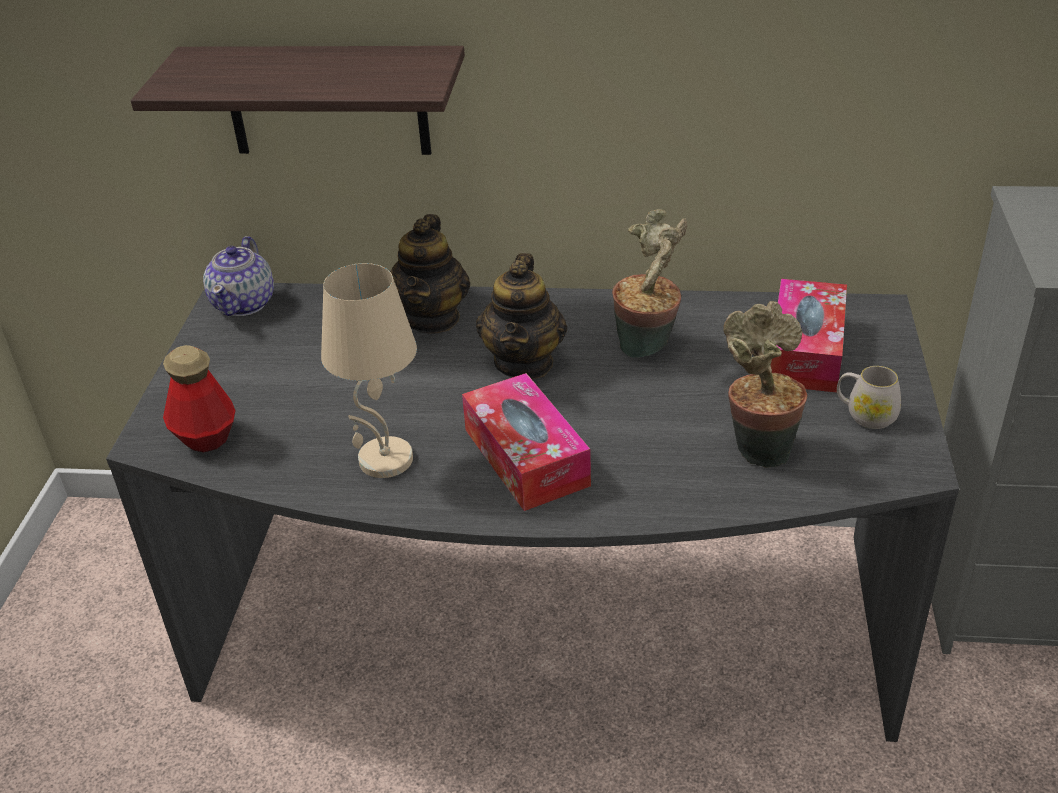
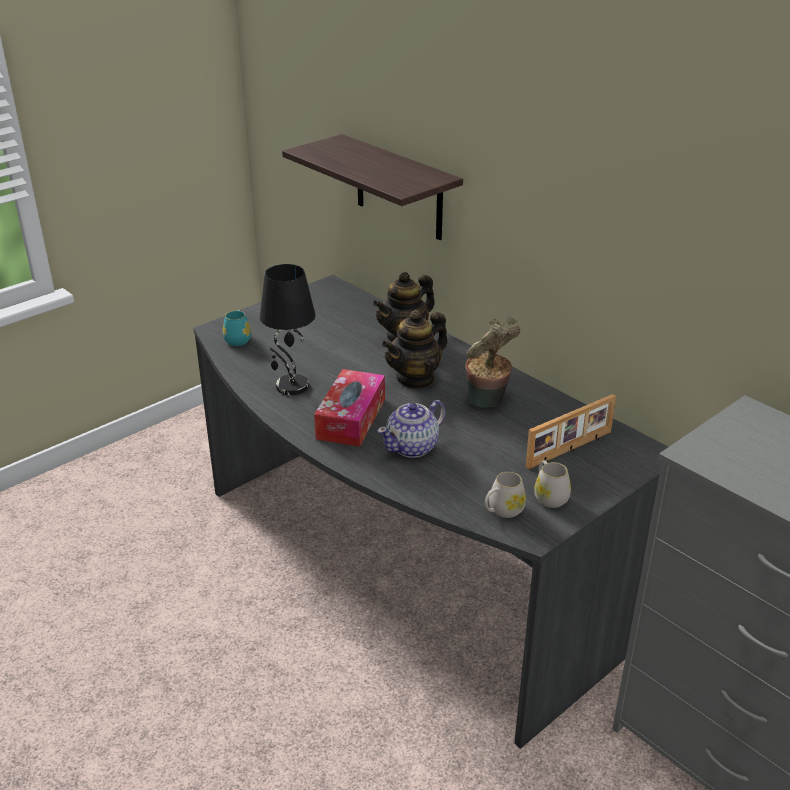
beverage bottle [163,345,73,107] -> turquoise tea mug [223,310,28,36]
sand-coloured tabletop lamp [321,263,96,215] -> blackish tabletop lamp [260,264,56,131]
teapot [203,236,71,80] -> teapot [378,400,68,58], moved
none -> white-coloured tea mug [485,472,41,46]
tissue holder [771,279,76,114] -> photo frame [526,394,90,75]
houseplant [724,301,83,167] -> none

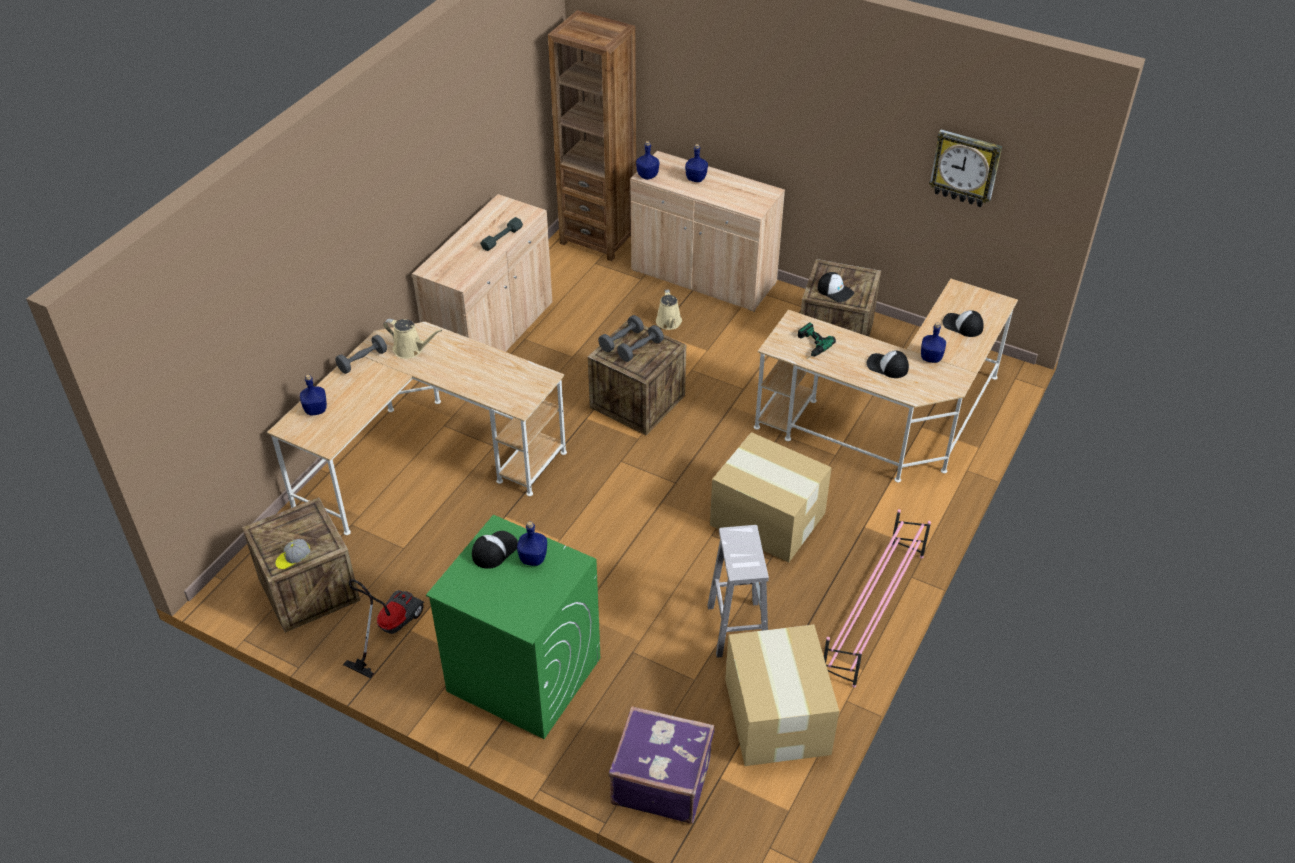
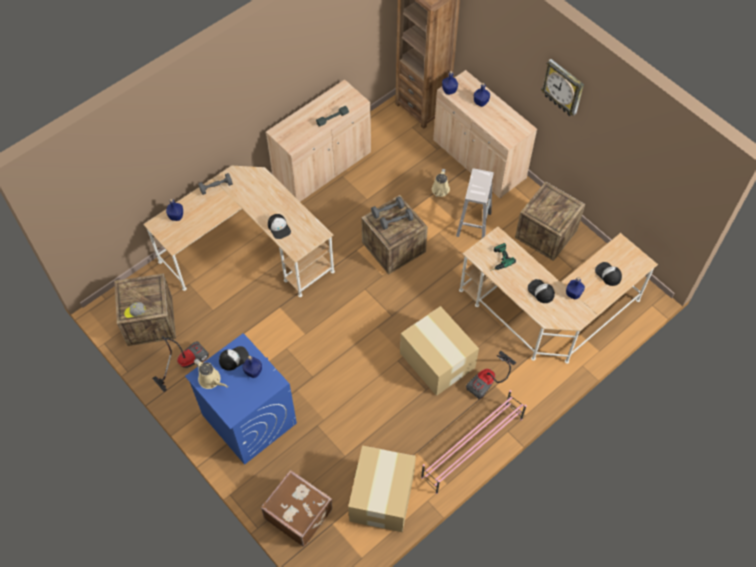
greenish laundry machine [426,515,175,224] -> blue-coloured laundry machine [185,333,112,132]
sand-coloured watering can [383,319,59,40] -> sand-coloured watering can [194,359,34,30], moved
purplish travel case [609,706,105,118] -> brownish travel case [261,470,72,77]
baseball cap [817,272,37,30] -> baseball cap [268,214,23,25], moved
white-coloured stool seat [708,525,61,133] -> white-coloured stool seat [456,168,38,70], moved
none -> vacuum cleaner [466,351,50,48]
wall clock [929,129,73,78] -> wall clock [541,59,43,57], moved

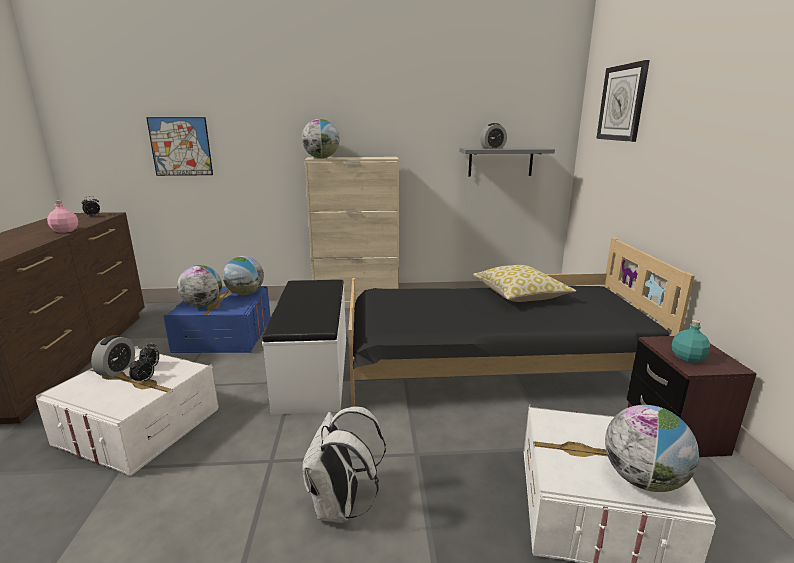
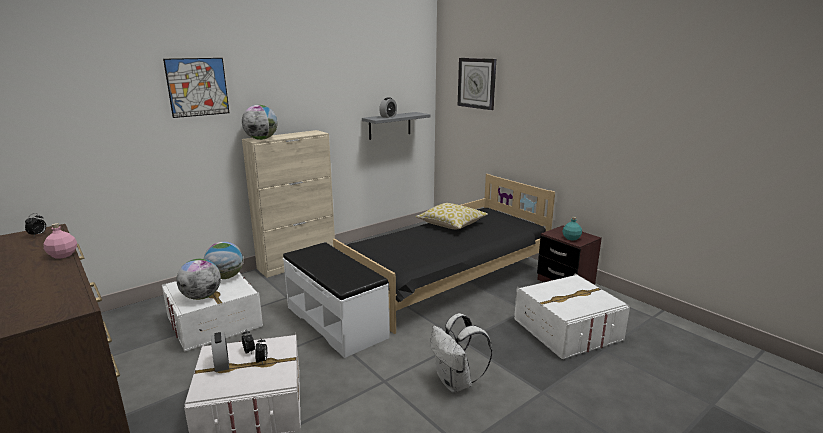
blue-coloured storage box [164,286,107,67] -> white-coloured storage box [162,272,101,79]
wall picture [146,117,67,59] -> wall picture [163,58,66,60], moved
world globe [605,405,94,87] -> none

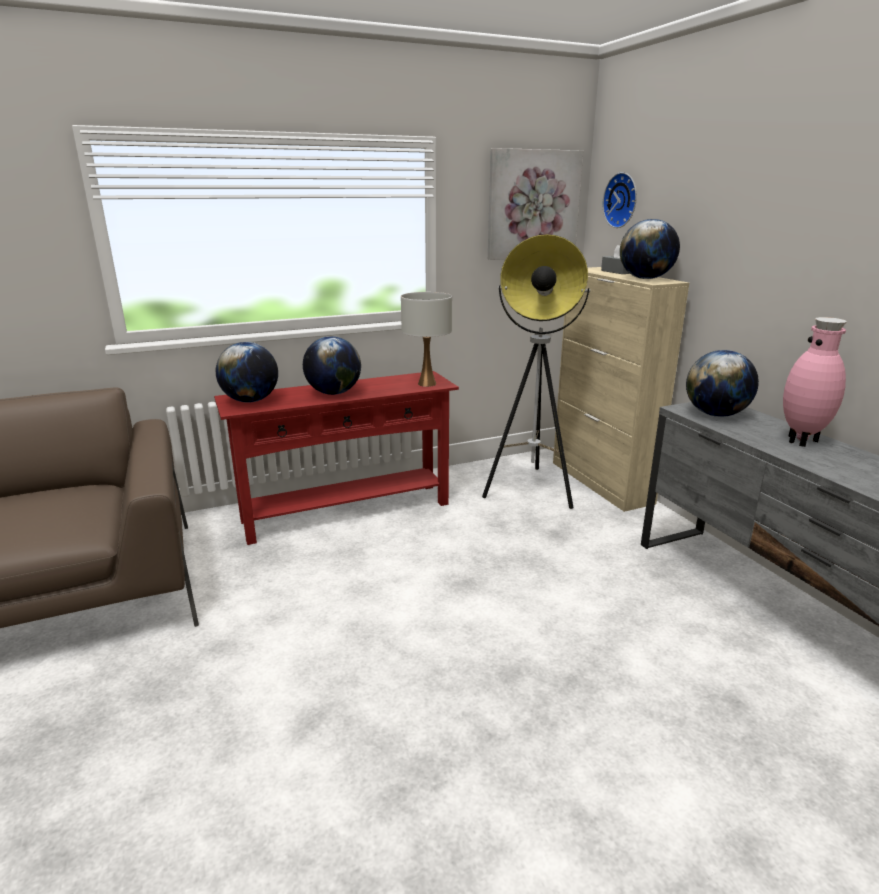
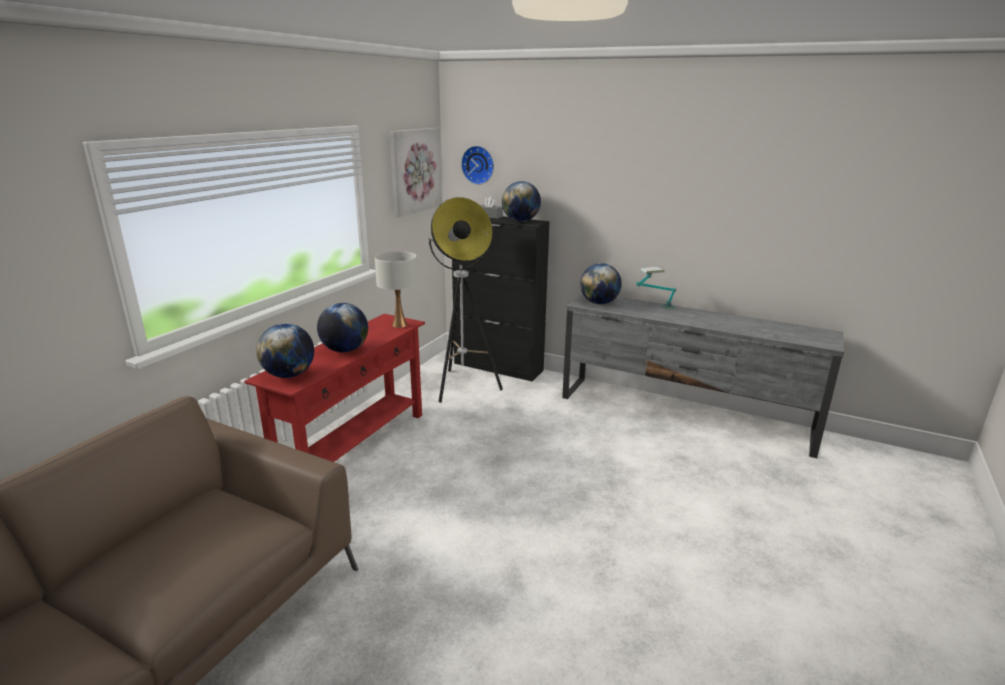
sand-coloured storage cabinet [553,267,136,245] -> blackish storage cabinet [452,216,98,165]
pink-coloured decorative vase [783,317,64,130] -> tabletop lamp [636,267,40,42]

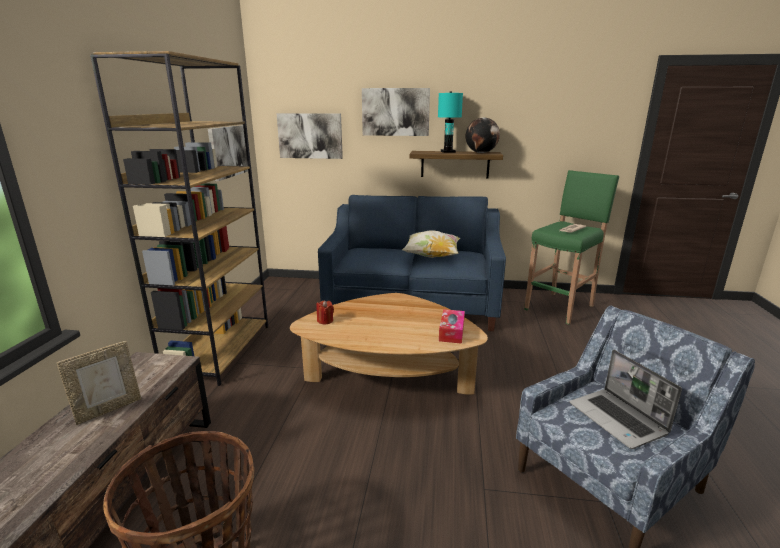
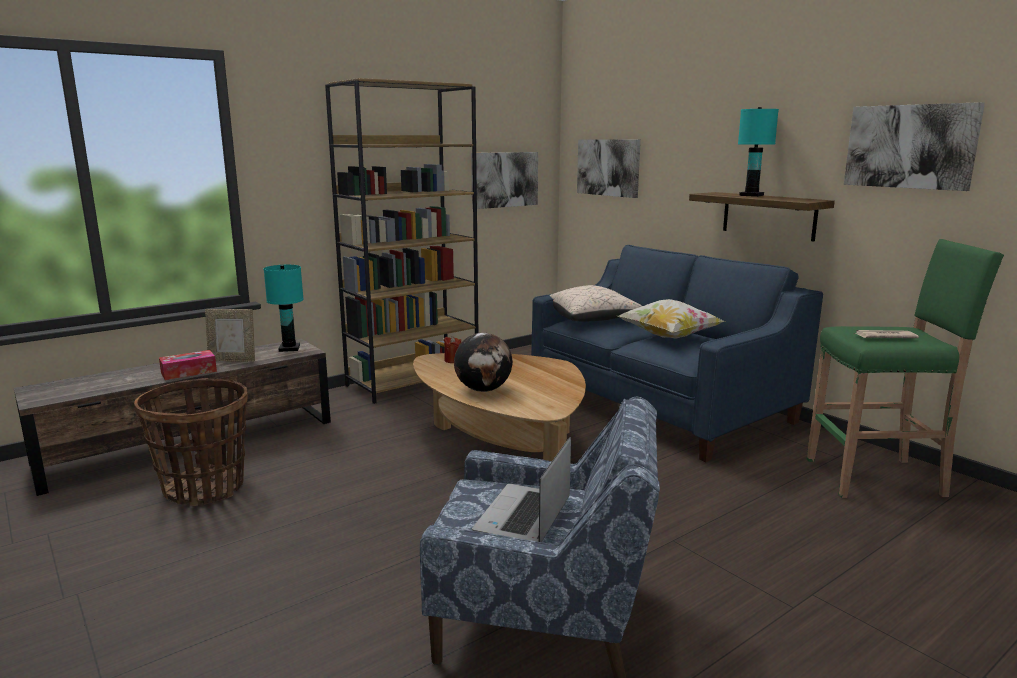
tissue holder [439,309,26,35] -> tissue holder [159,350,58,30], moved
none -> turquoise tabletop lamp [264,265,40,87]
world globe [466,117,34,36] -> world globe [454,333,59,59], moved
none -> sand-coloured cushion [549,285,93,37]
wall picture [362,88,68,48] -> wall picture [844,102,141,89], moved

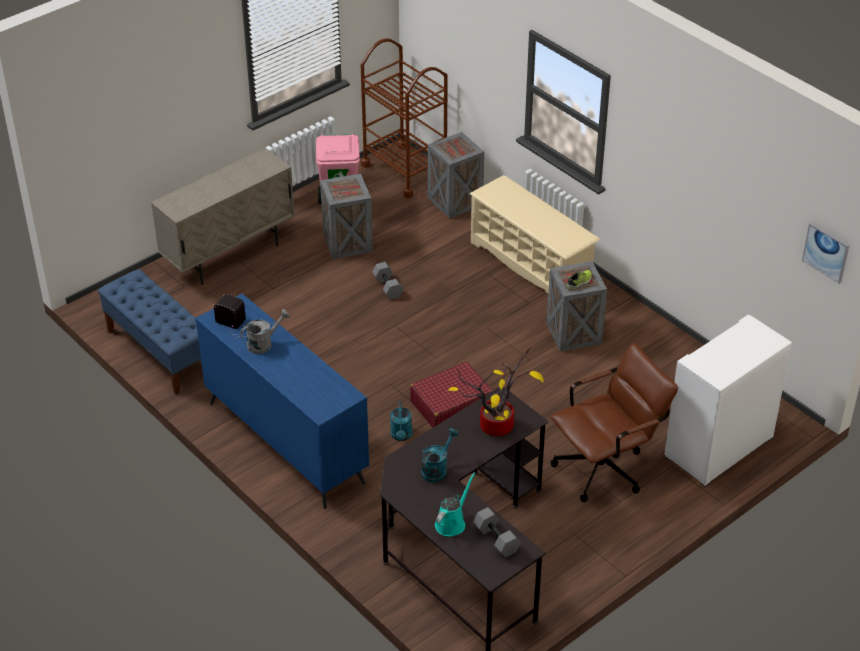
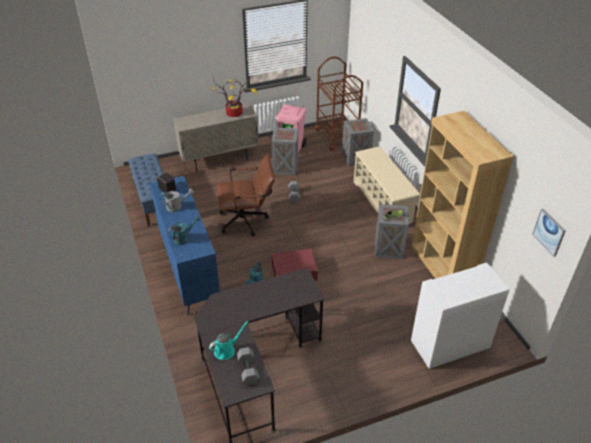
turquoise watering can [421,428,37,54] -> turquoise watering can [168,215,32,30], moved
houseplant [447,347,97,89] -> houseplant [212,76,45,41], moved
brownish desk chair [551,343,127,159] -> brownish desk chair [217,154,58,83], moved
none -> brownish shelving unit [411,111,103,168]

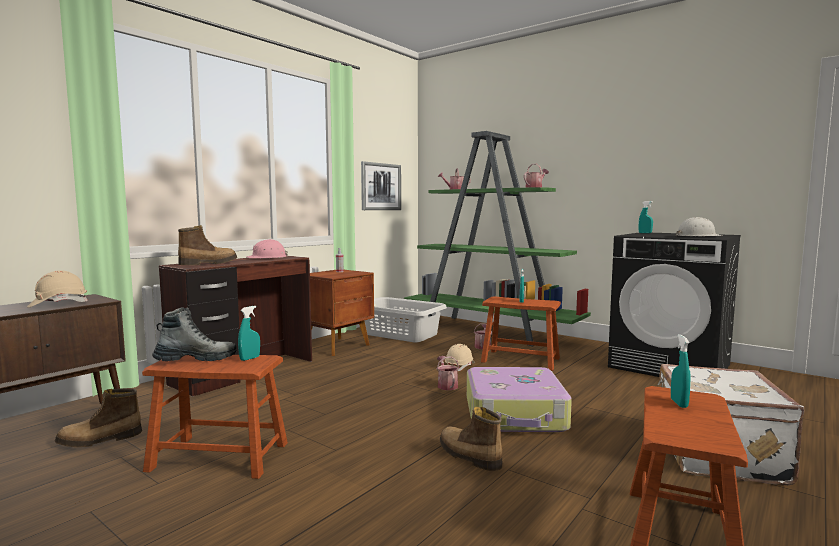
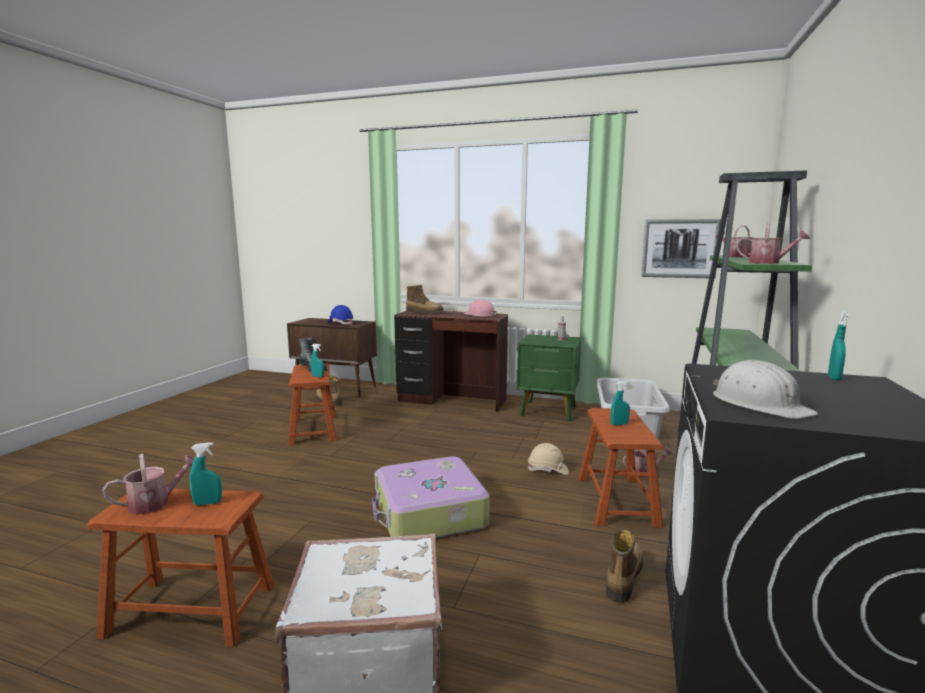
watering can [437,356,22,34] -> watering can [102,454,92,61], moved
sand-coloured hard hat [27,270,61,38] -> blue-coloured hard hat [328,305,26,20]
brownish nightstand [310,270,64,86] -> greenish nightstand [517,334,64,87]
boot [440,407,62,64] -> boot [606,530,37,73], moved

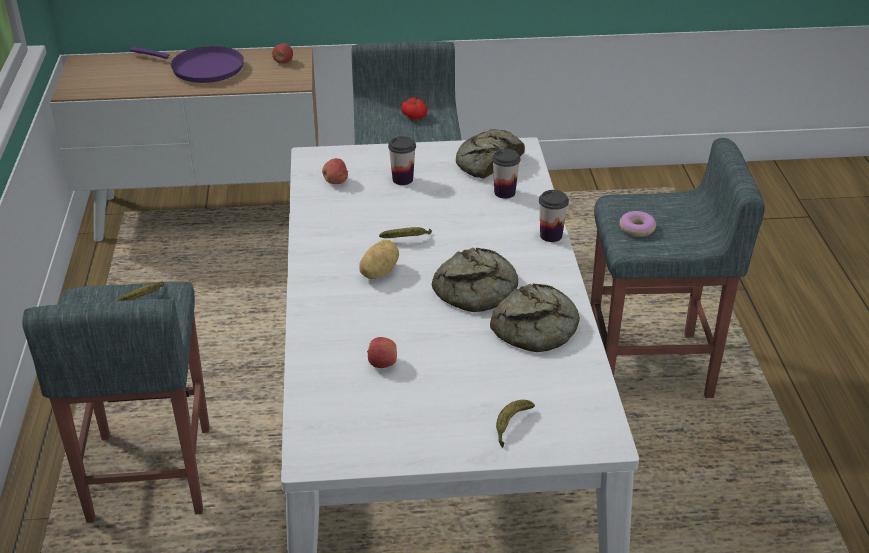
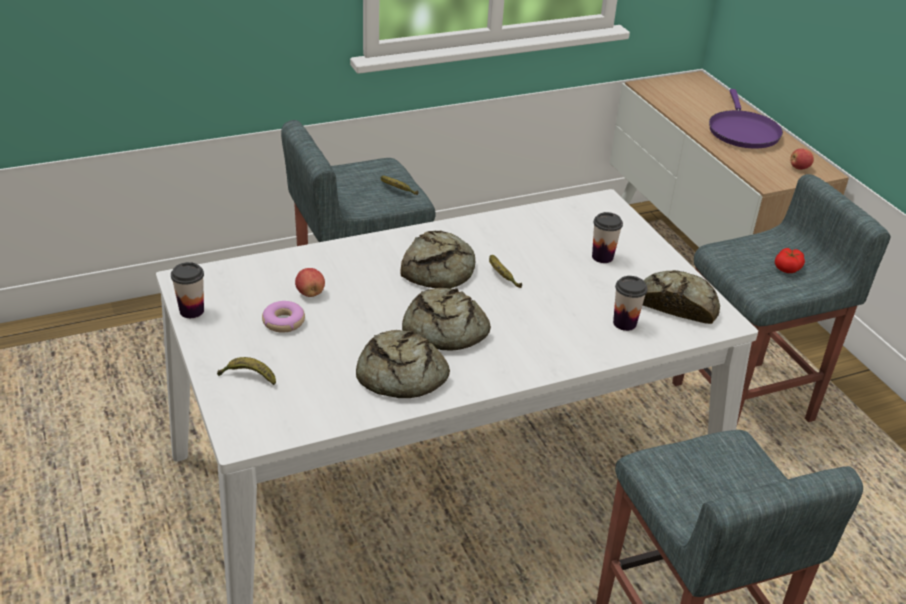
drinking cup [539,190,30,52] -> drinking cup [171,262,33,56], moved
ring doughnut [619,211,37,26] -> ring doughnut [262,301,43,32], moved
spud [359,240,40,39] -> baked bread [401,231,74,58]
whole apple [322,158,26,26] -> none

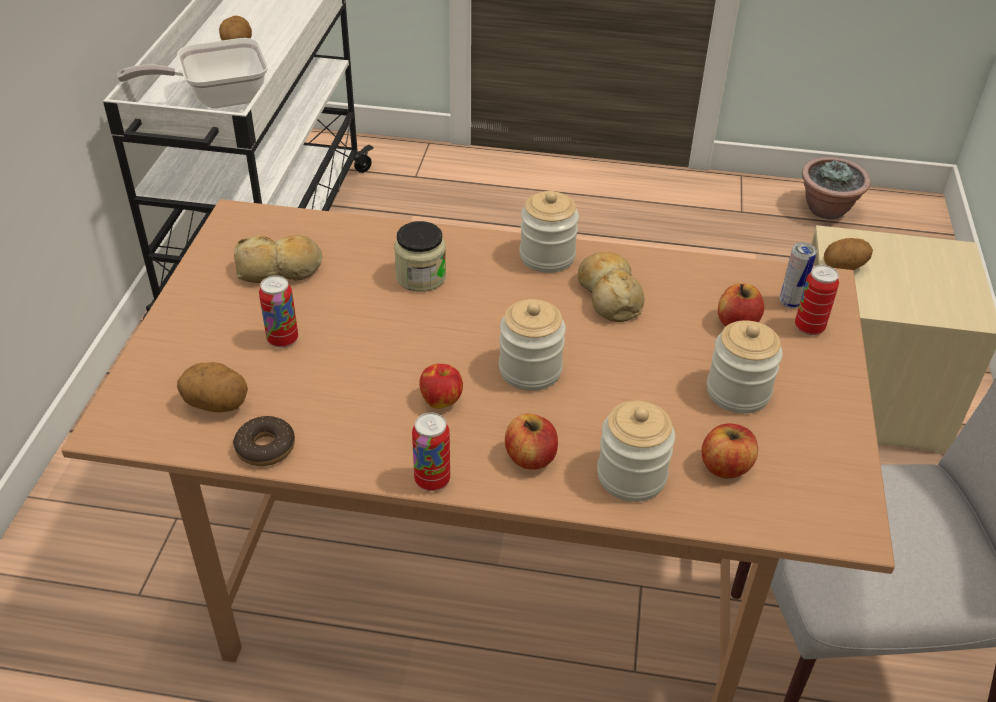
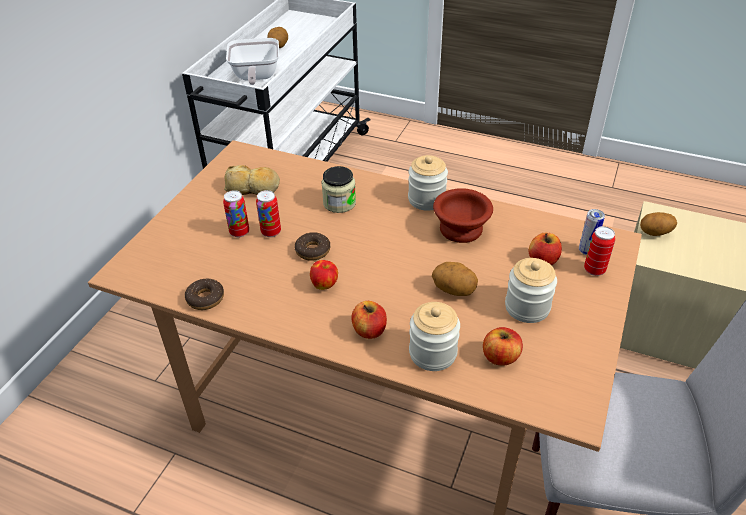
skillet [117,38,151,70] -> skillet [226,38,53,47], 90 degrees counterclockwise
can [412,412,38,79] -> can [256,190,25,47], moved
none -> ring doughnut [294,232,36,29]
spud [177,362,71,50] -> spud [432,262,46,34], moved
baked bread [578,252,66,70] -> brownish deep dish [433,188,60,55]
preserve jar [499,299,67,92] -> none
houseplant [802,157,69,62] -> none

